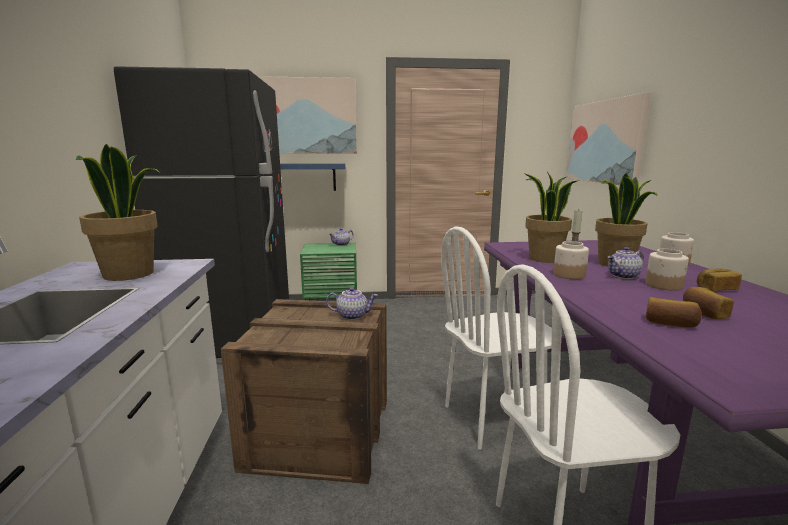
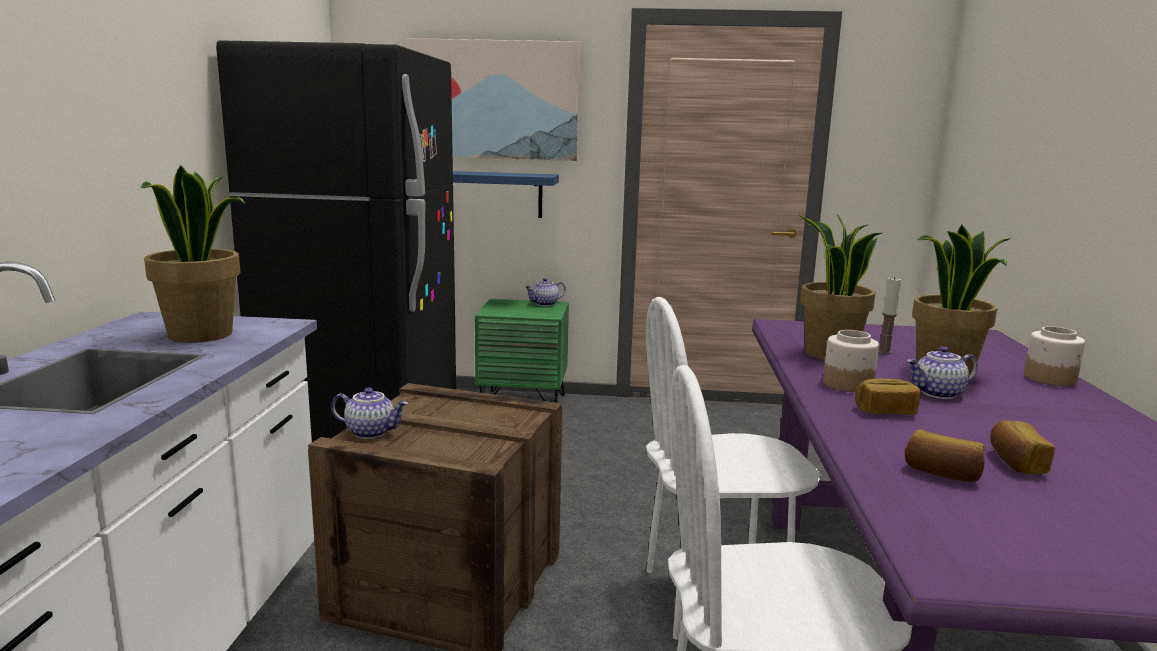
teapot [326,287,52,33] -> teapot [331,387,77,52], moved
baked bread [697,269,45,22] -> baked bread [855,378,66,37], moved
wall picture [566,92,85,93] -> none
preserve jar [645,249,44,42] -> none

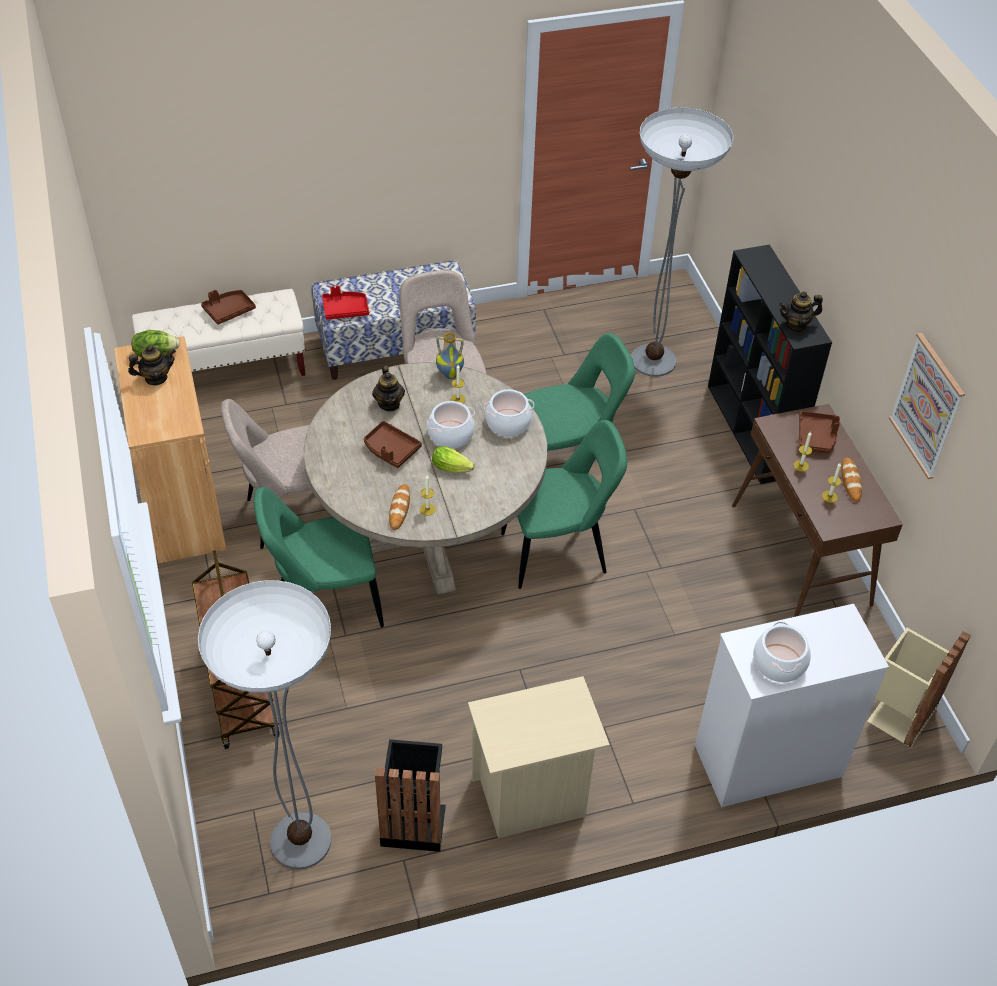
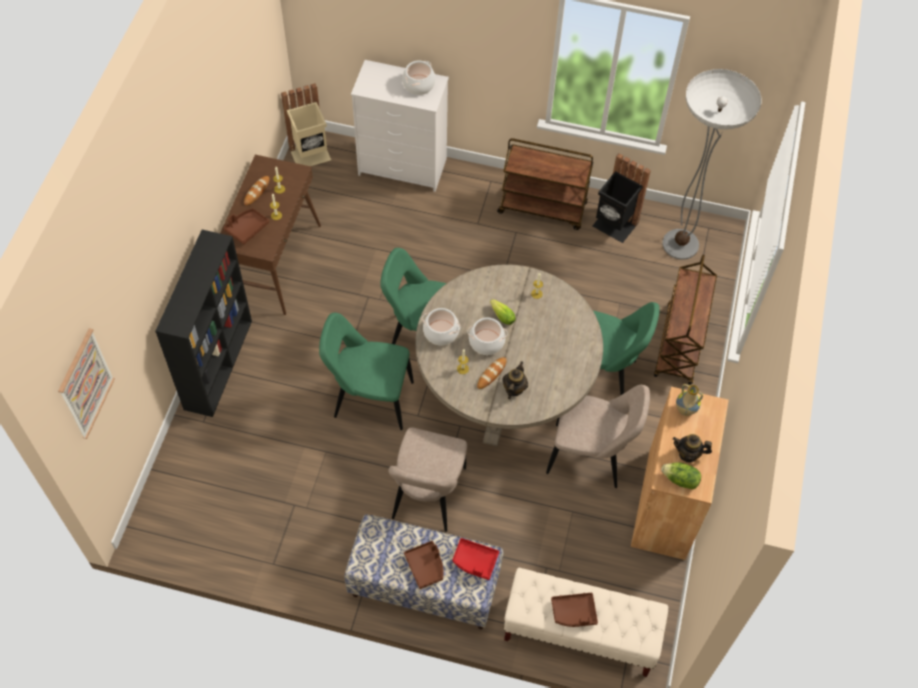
wall picture [889,333,76,146] -> wall picture [58,328,57,111], moved
brownish carrying tray [364,421,58,47] -> brownish carrying tray [404,541,40,48], moved
baked bread [389,484,21,46] -> baked bread [477,357,30,32], moved
sand-coloured nightstand [468,676,142,162] -> brownish cart [497,138,96,92]
decorative vase [436,333,28,46] -> decorative vase [676,384,27,32], moved
standing lamp [631,108,102,269] -> none
teapot [779,292,44,41] -> none

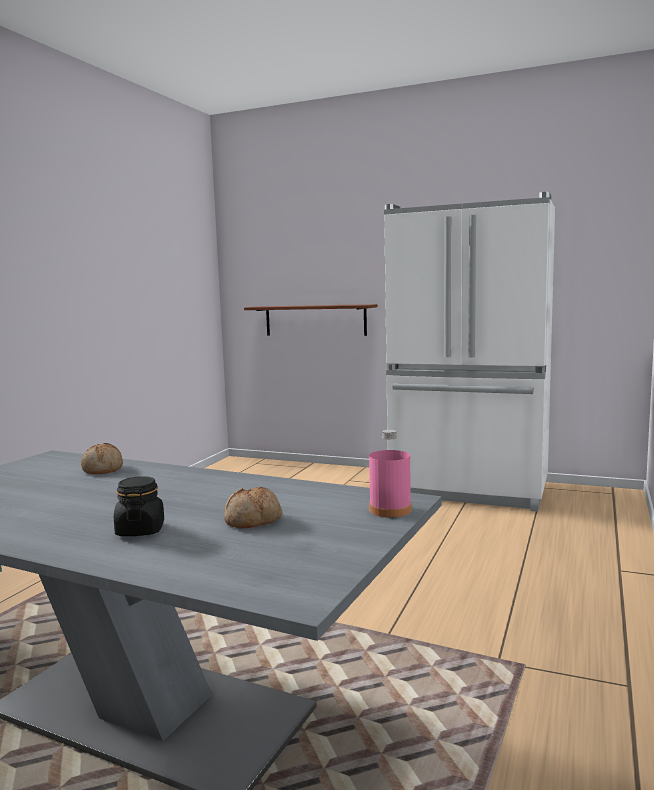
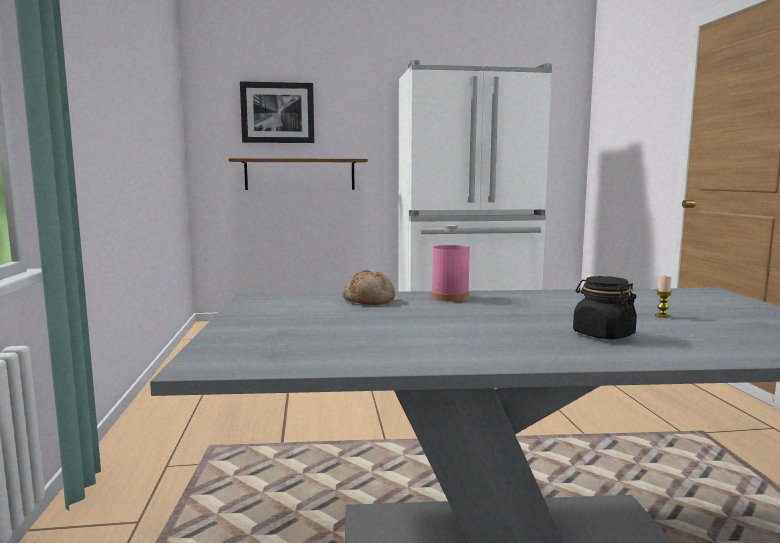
none -> wall picture [240,81,74,62]
pink-coloured beverage bottle [369,430,43,87] -> pink-coloured beverage bottle [432,225,38,77], moved
baked bread [224,487,58,42] -> candle [655,275,17,43]

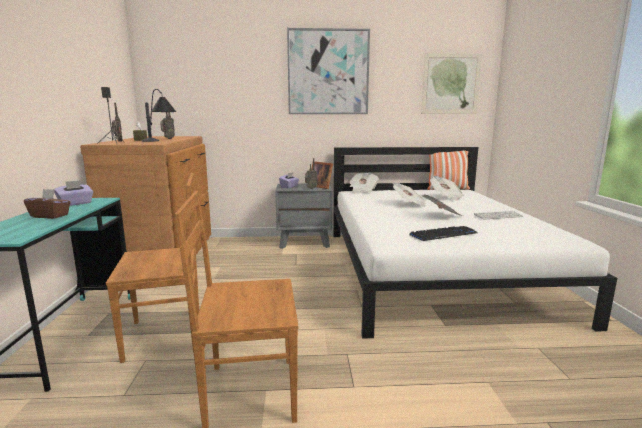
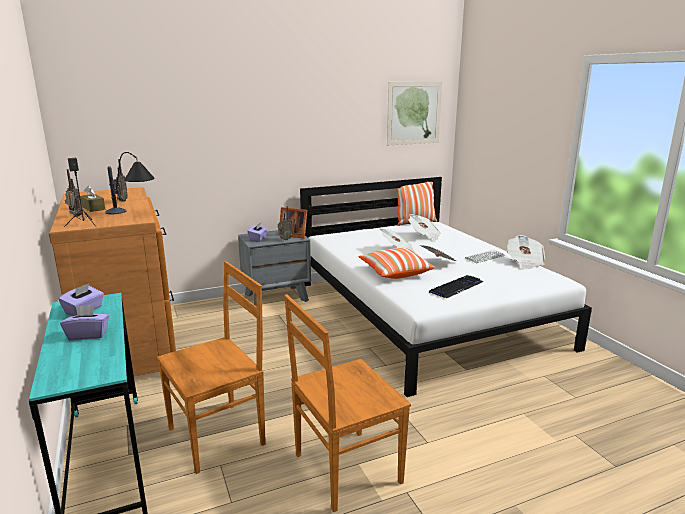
brownish tissue holder [24,189,47,30] -> purplish tissue holder [60,305,49,35]
none -> cushion [359,248,76,31]
printed paper [349,172,30,22] -> printed paper [507,235,38,34], moved
wall picture [287,28,83,86] -> none

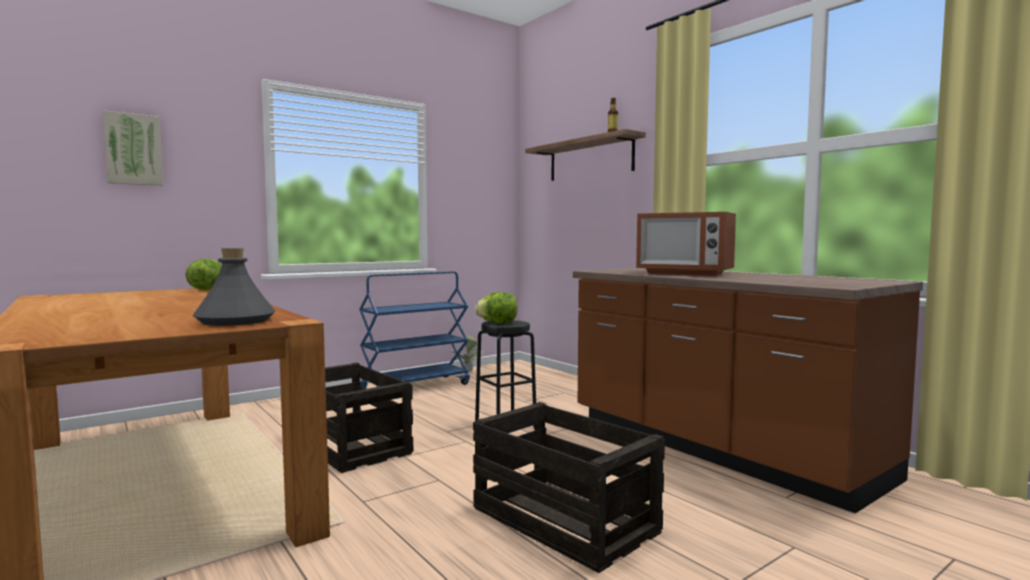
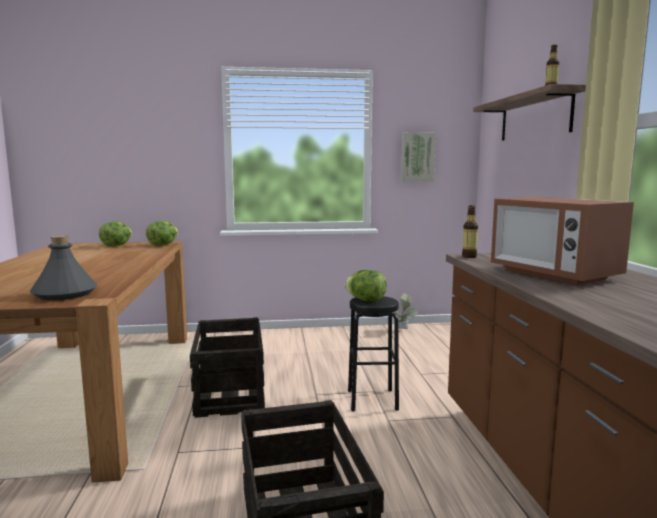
none -> head of lettuce [99,222,33,25]
wall picture [103,110,60,76] -> wall picture [401,132,35,50], moved
none -> beverage bottle [462,205,16,53]
blue-coloured cart [359,271,111,118] -> none

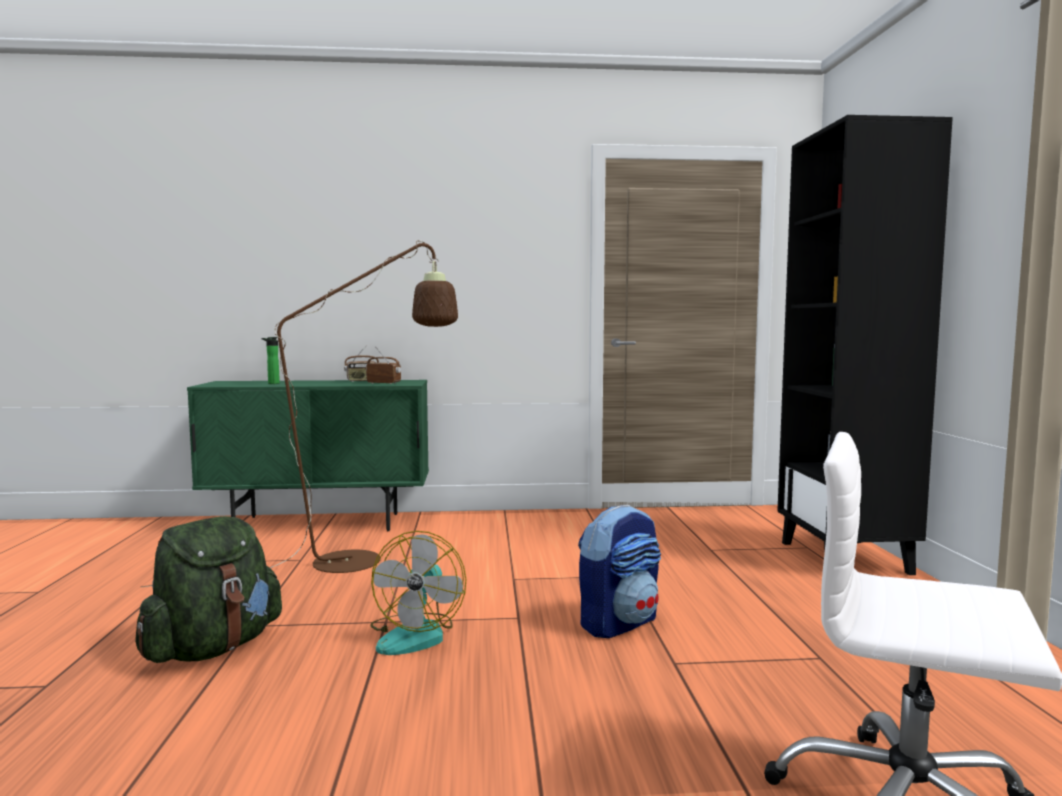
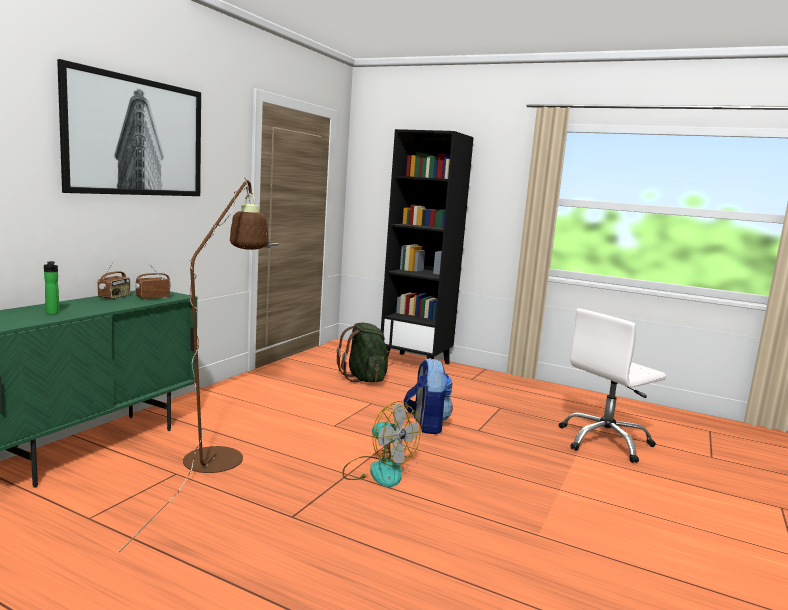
none -> wall picture [57,59,144,137]
greenish backpack [135,516,147,147] -> greenish backpack [337,323,53,59], moved

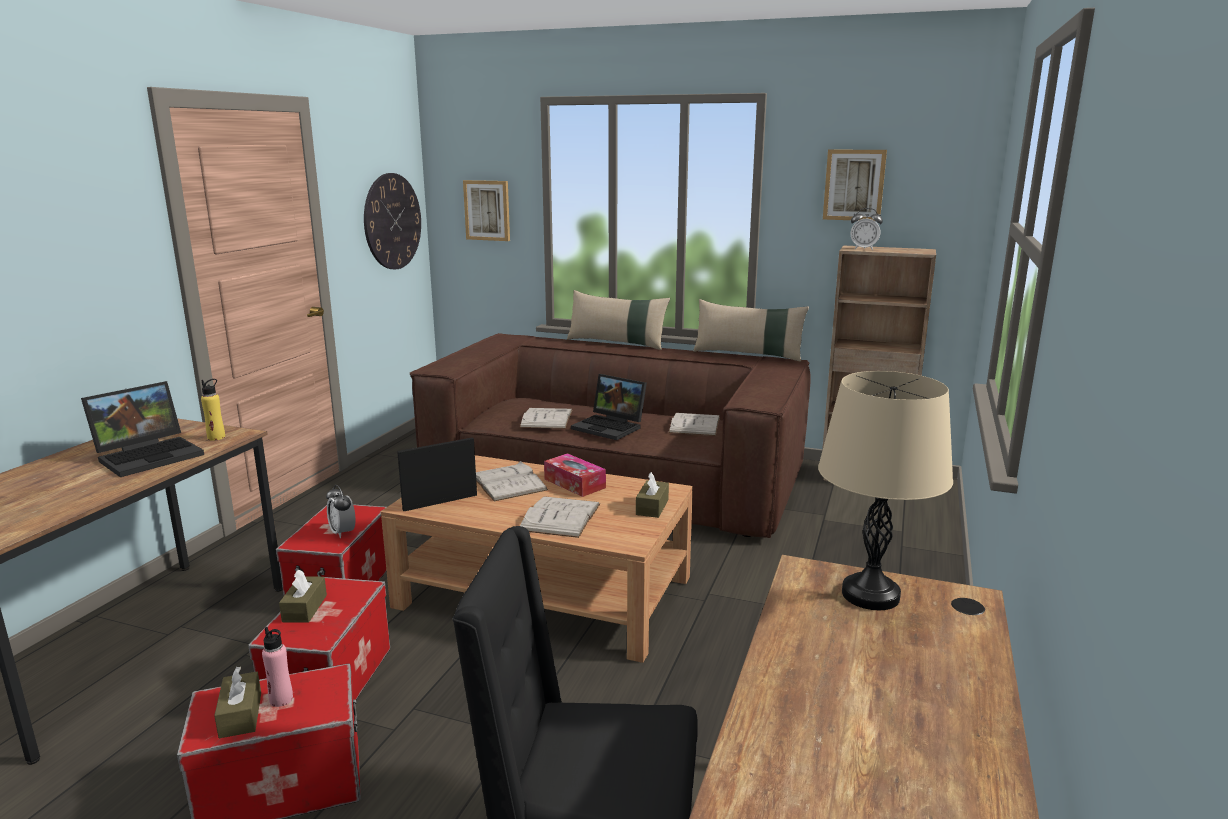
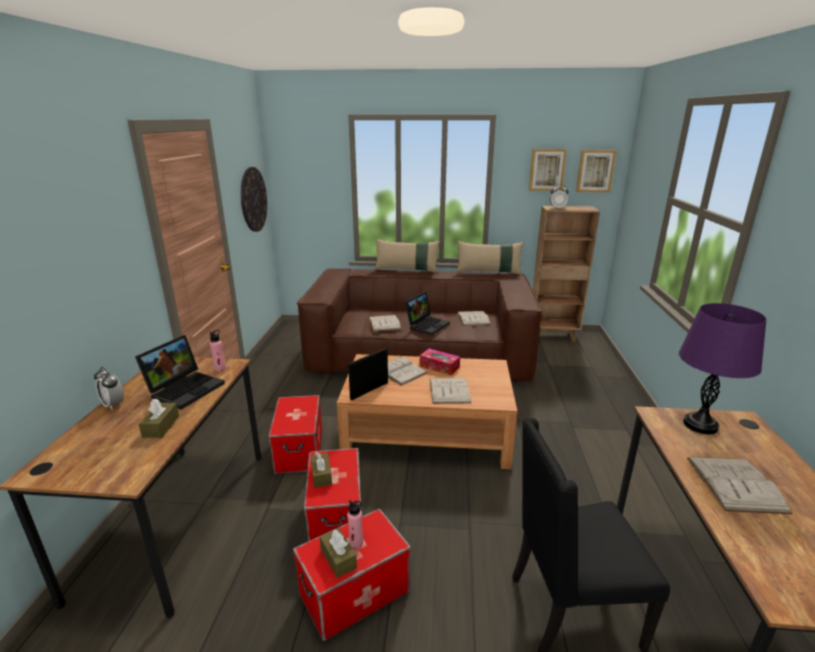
table clock [326,485,30,53] -> table clock [94,367,30,43], moved
brownish tissue holder [636,472,33,46] -> brownish tissue holder [138,399,41,39], moved
yellow-coloured beverage bottle [201,379,24,62] -> pink-coloured beverage bottle [210,330,16,41]
laptop [571,374,76,66] -> laptop [405,292,45,43], 75 degrees counterclockwise
wall picture [463,180,47,61] -> wall picture [576,150,41,42], moved
sand-coloured tabletop lamp [818,371,135,239] -> purplish tabletop lamp [679,303,87,131]
none -> white-coloured book [687,457,106,57]

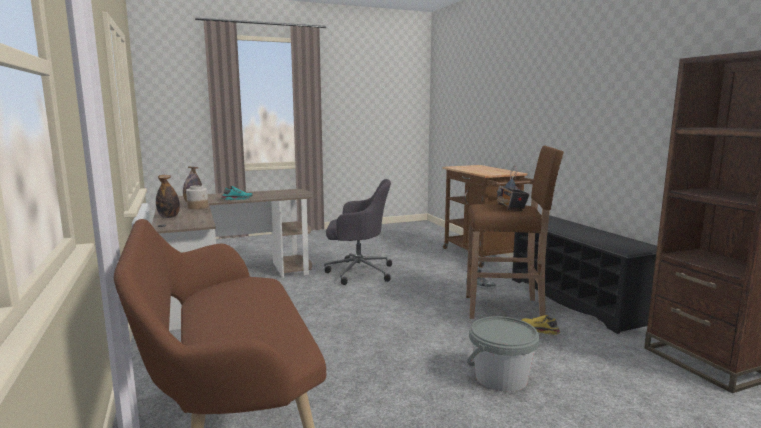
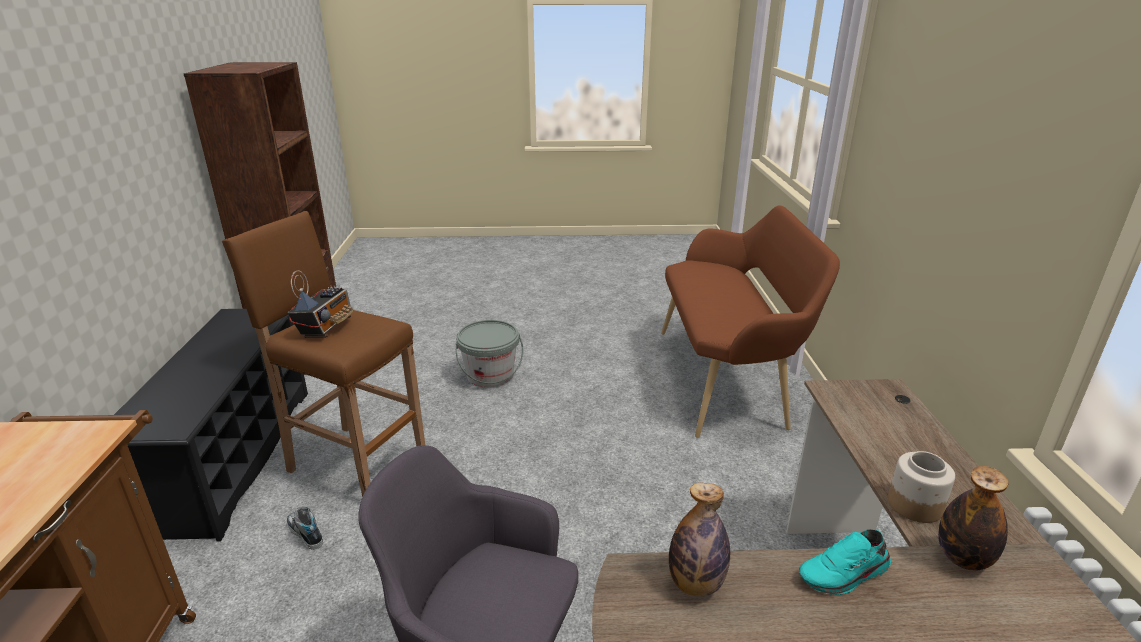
beverage bottle [156,175,24,43] -> beverage bottle [669,483,61,114], moved
yellow-coloured shoe [521,315,39,20] -> none

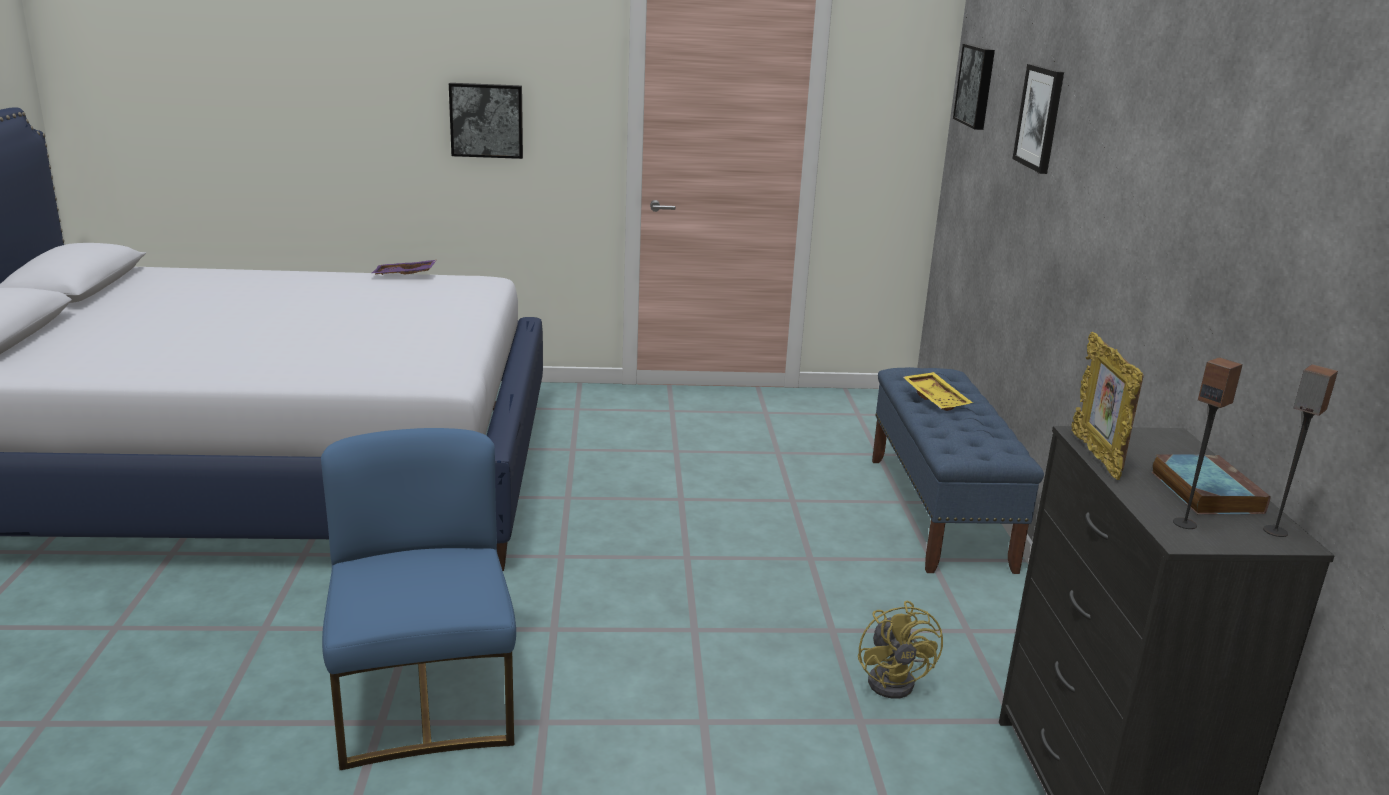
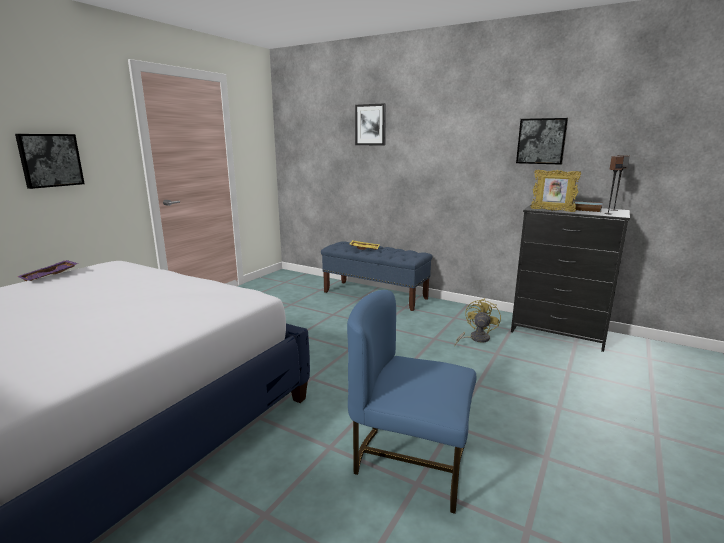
yellow-coloured fan [858,600,85,99] -> yellow-coloured fan [455,298,46,48], 90 degrees counterclockwise
wall picture [953,44,42,86] -> wall picture [516,118,52,47], moved

